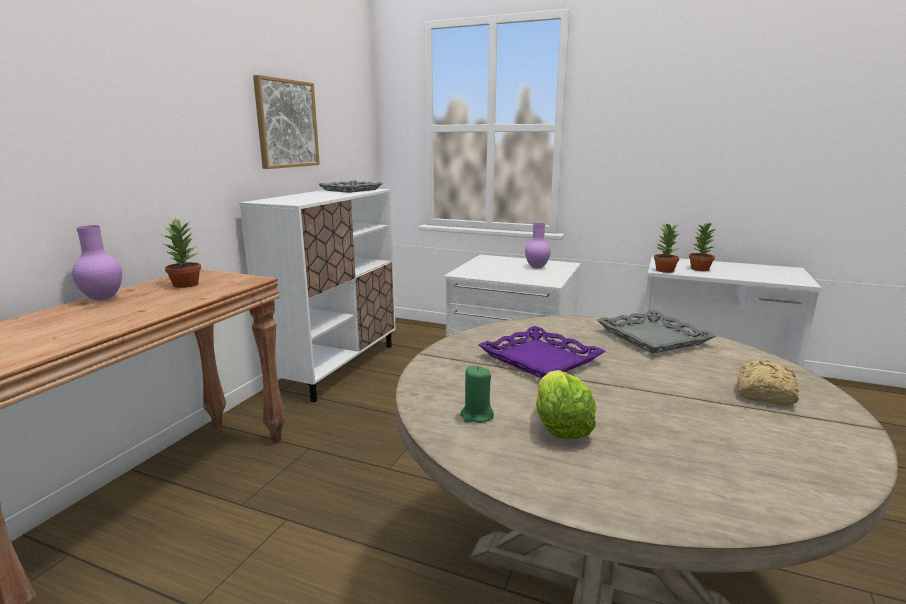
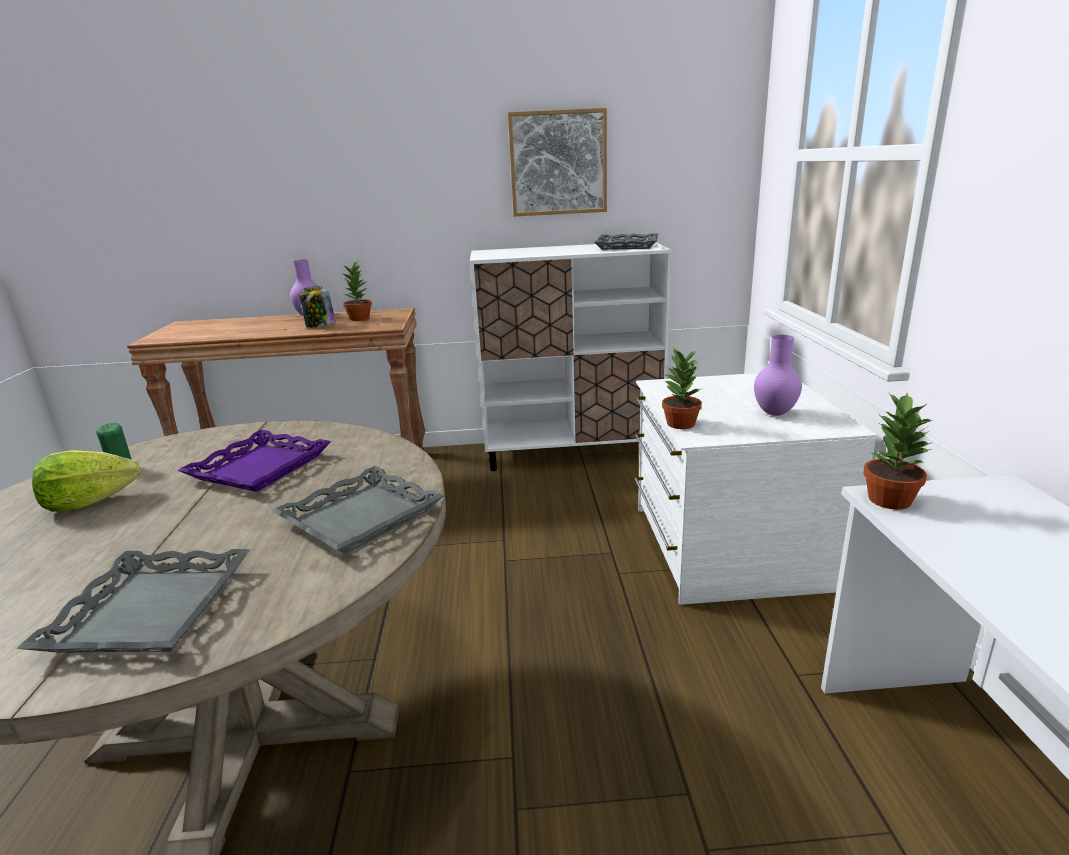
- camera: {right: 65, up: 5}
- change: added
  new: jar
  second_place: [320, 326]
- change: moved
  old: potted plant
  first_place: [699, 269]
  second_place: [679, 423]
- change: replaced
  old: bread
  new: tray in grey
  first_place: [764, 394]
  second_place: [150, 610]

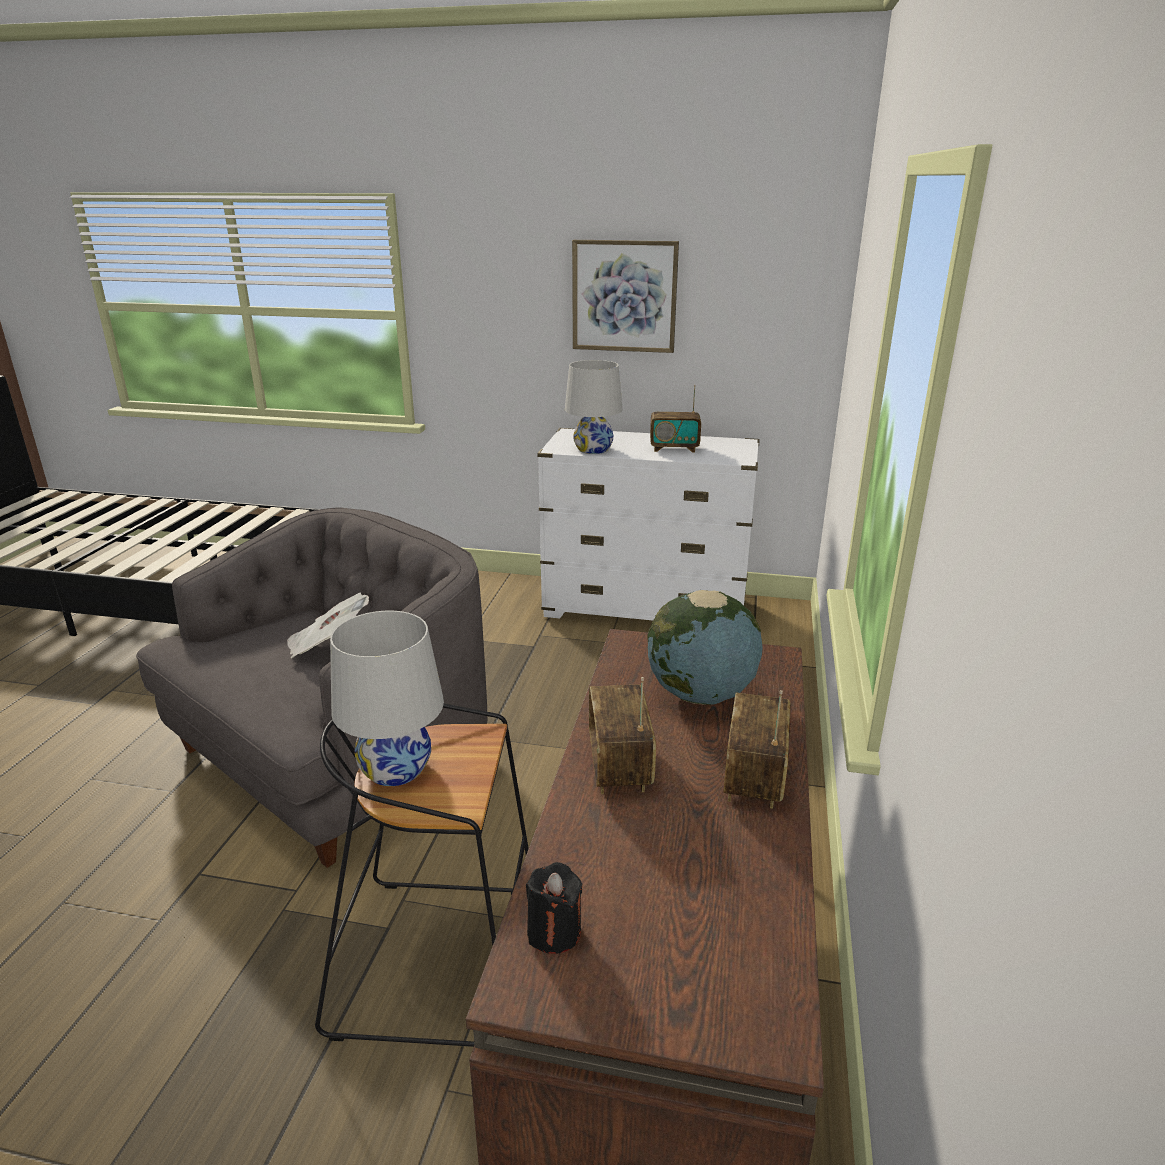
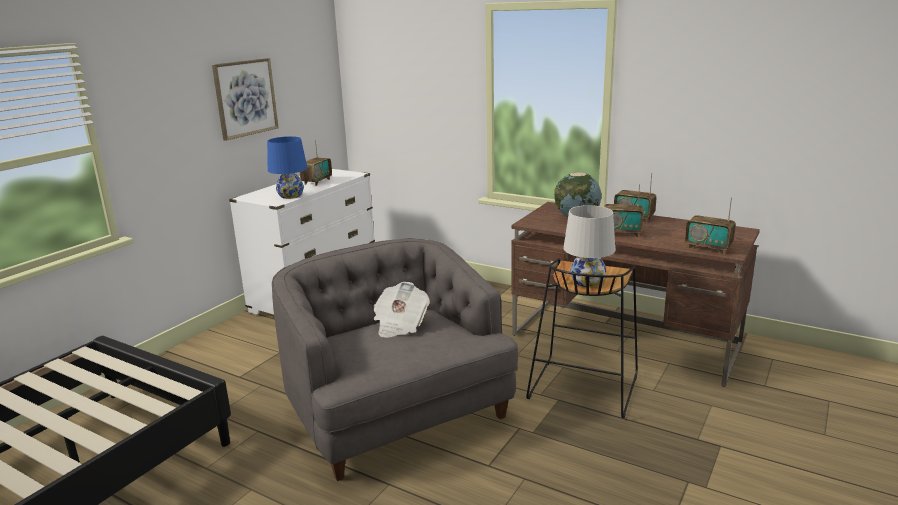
- camera: {right: -70, up: -5}
- change: replaced
  old: candle in black
  new: radio
  first_place: [554, 932]
  second_place: [708, 248]
- change: recoloured
  old: table lamp in white
  new: table lamp in blue
  first_place: [593, 449]
  second_place: [290, 196]

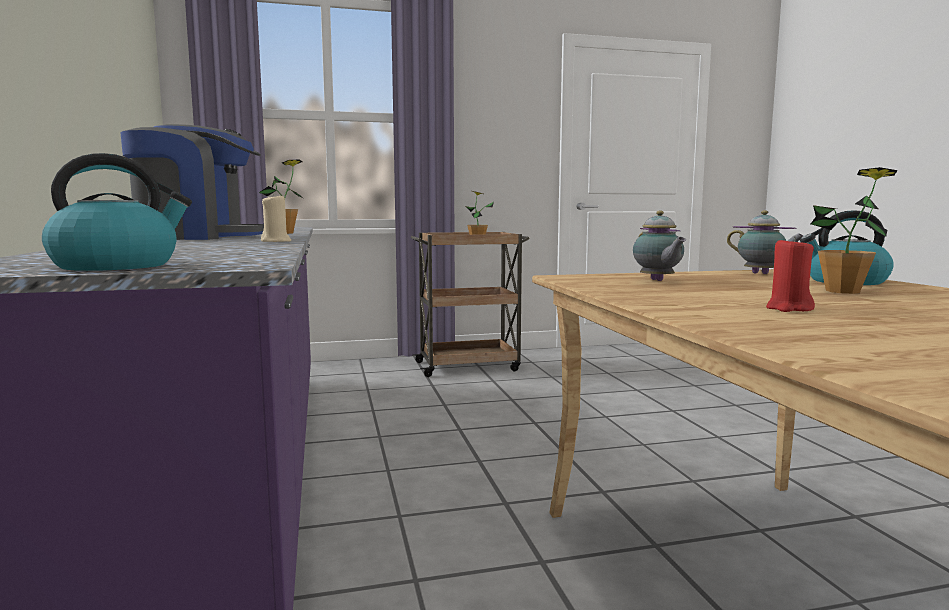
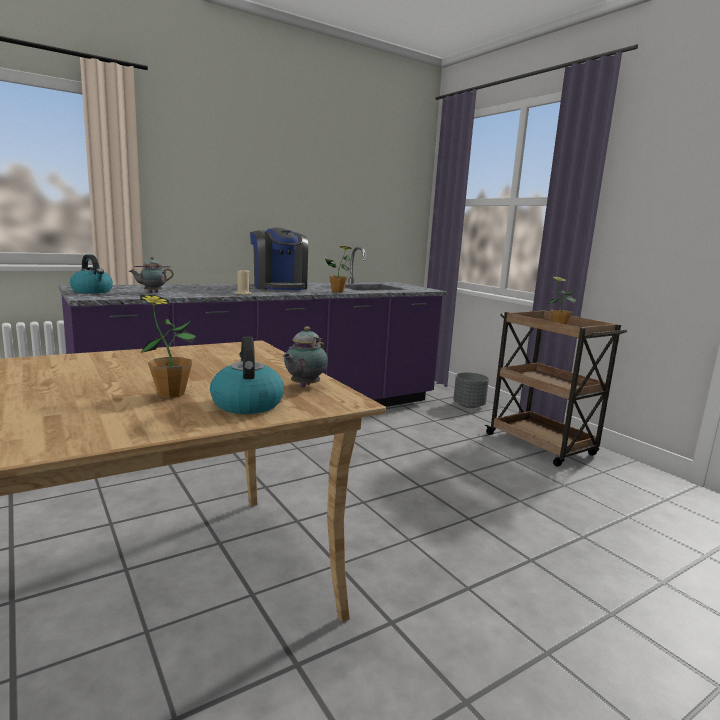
- camera: {right: 70, up: 5}
- change: removed
  old: candle in red
  first_place: [788, 308]
- change: added
  new: planter in grey
  second_place: [469, 406]
- change: moved
  old: teapot
  first_place: [657, 280]
  second_place: [152, 293]

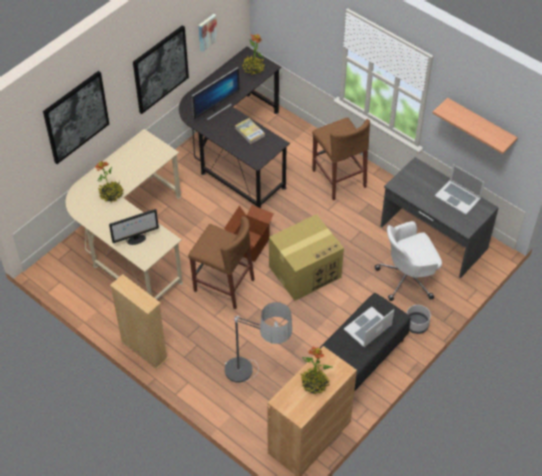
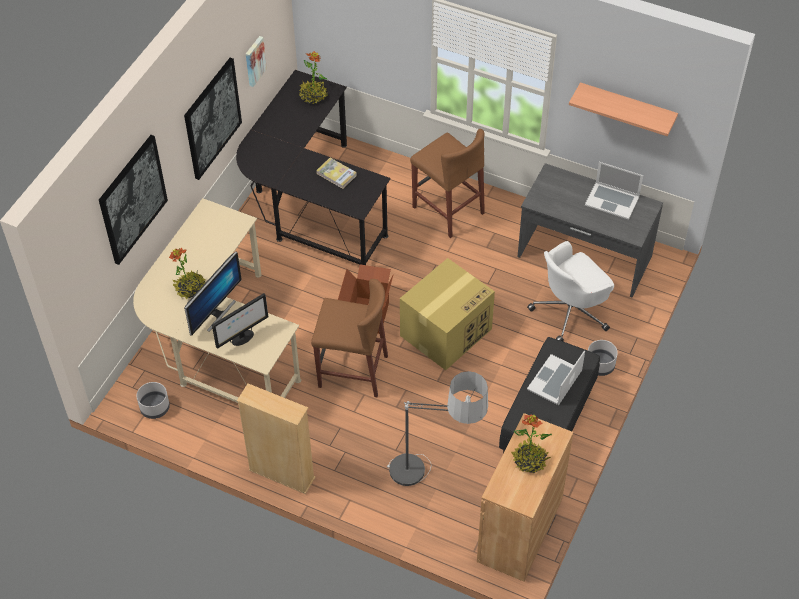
- camera: {right: -15, up: 0}
- change: added
  new: planter in grey
  second_place: [155, 407]
- change: moved
  old: monitor
  first_place: [216, 109]
  second_place: [216, 313]

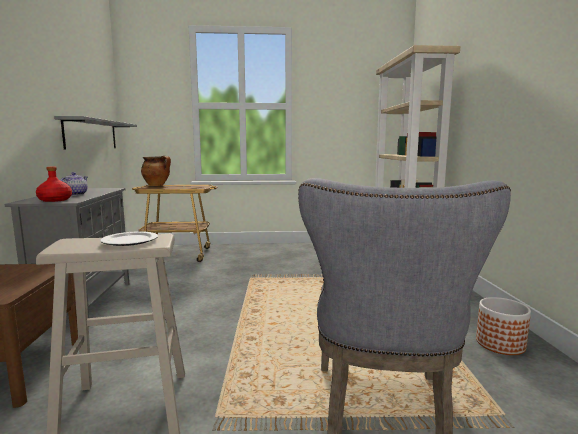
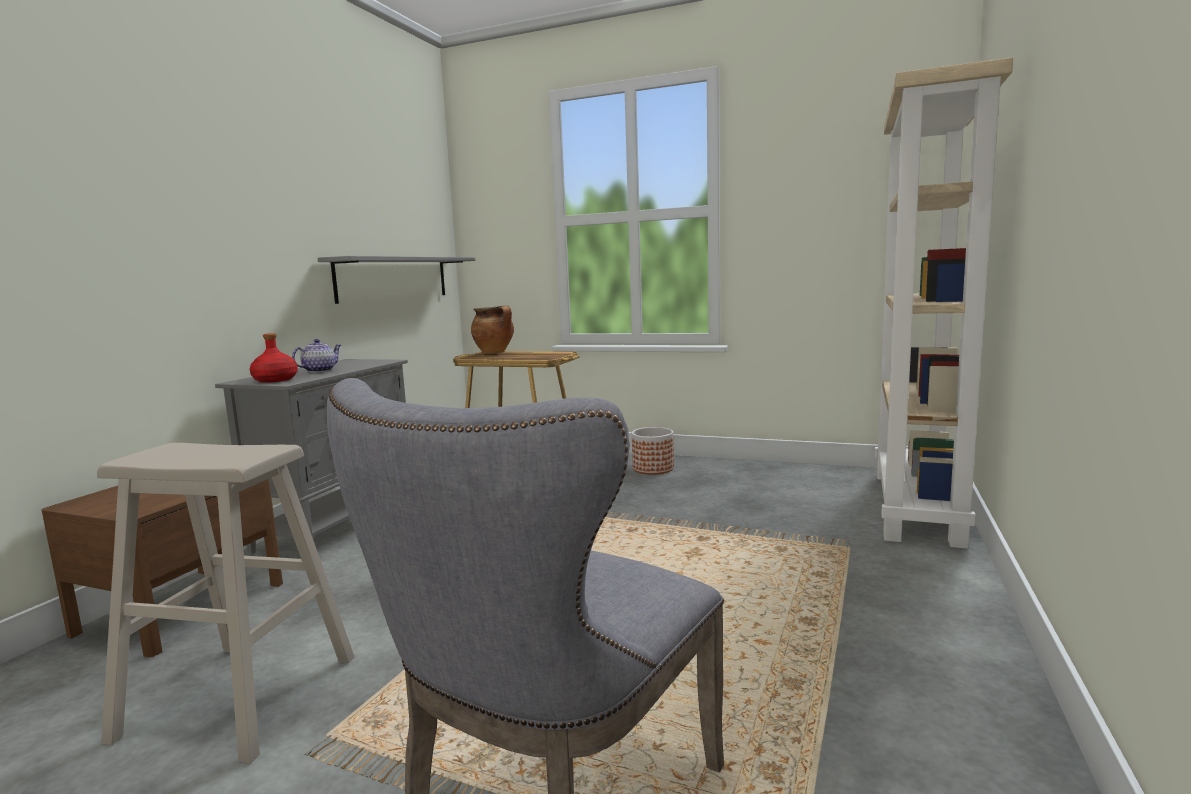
- camera: {right: 25, up: 0}
- change: removed
  old: plate
  first_place: [129, 241]
- change: moved
  old: planter
  first_place: [500, 344]
  second_place: [653, 468]

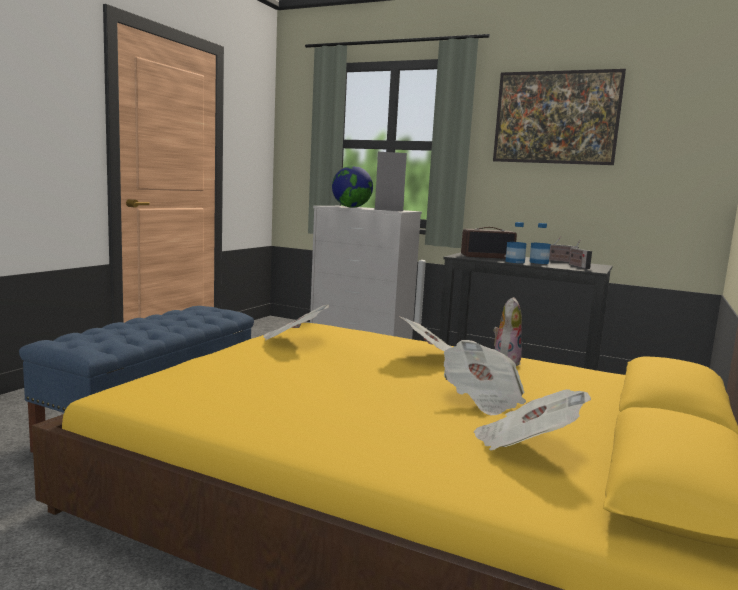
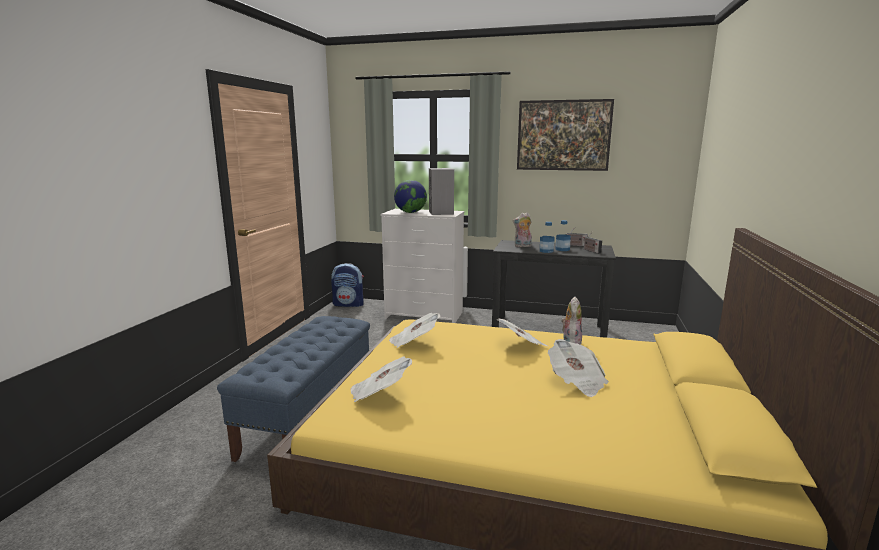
- camera: {right: -10, up: 5}
- change: added
  new: backpack
  second_place: [349, 304]
- change: moved
  old: newspaper
  first_place: [525, 445]
  second_place: [379, 394]
- change: replaced
  old: radio
  new: plush toy
  first_place: [487, 256]
  second_place: [522, 246]

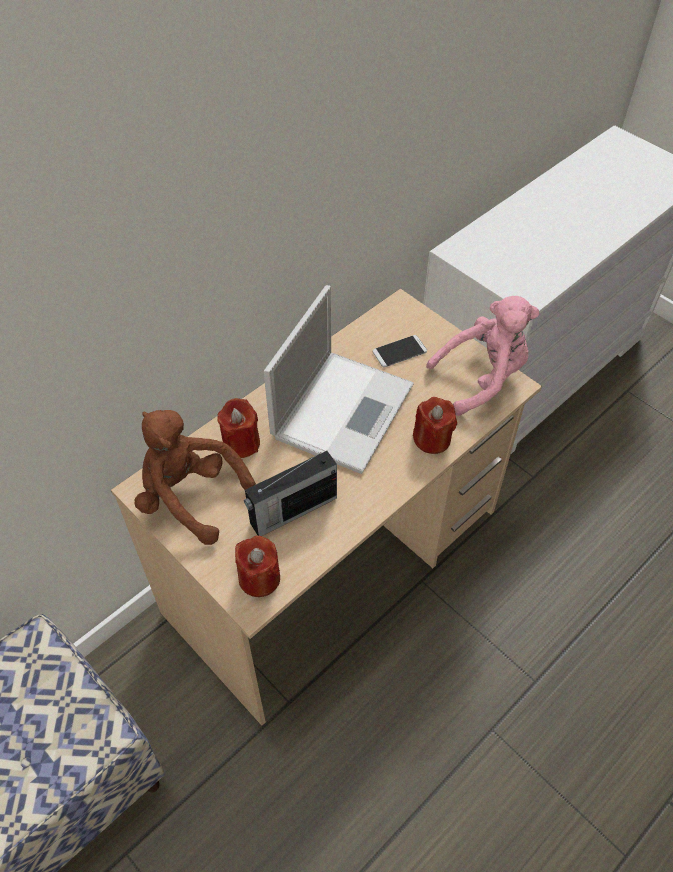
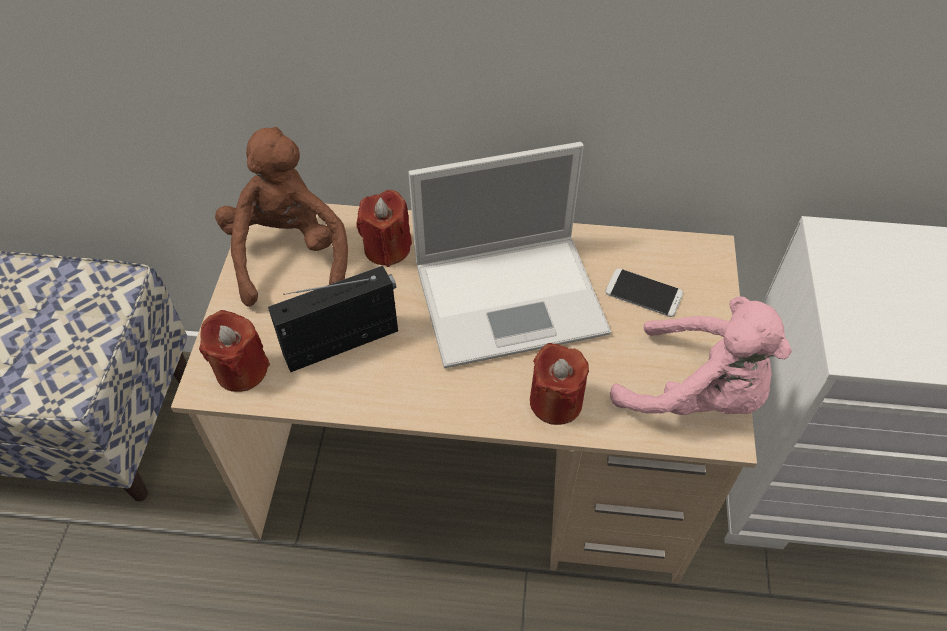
- camera: {right: 50, up: 0}
- change: turned
  old: radio
  first_place: [292, 511]
  second_place: [343, 342]
  degrees: 135

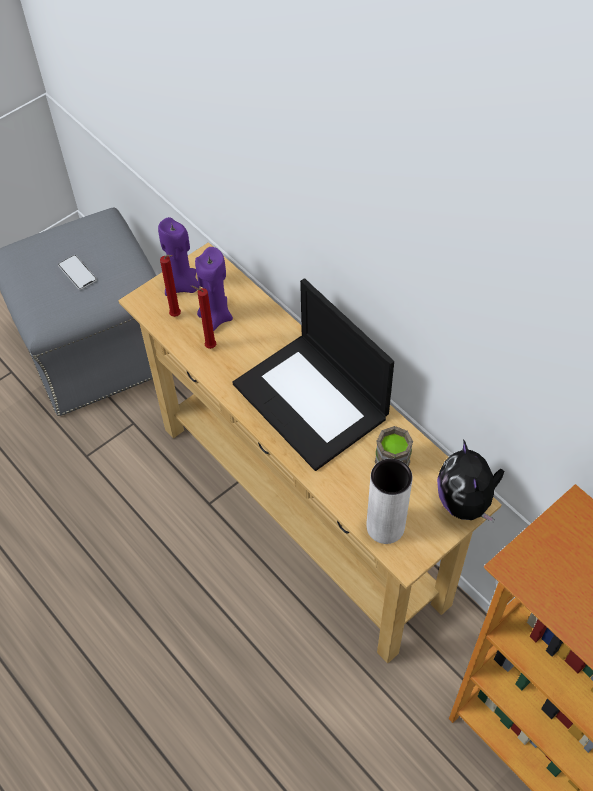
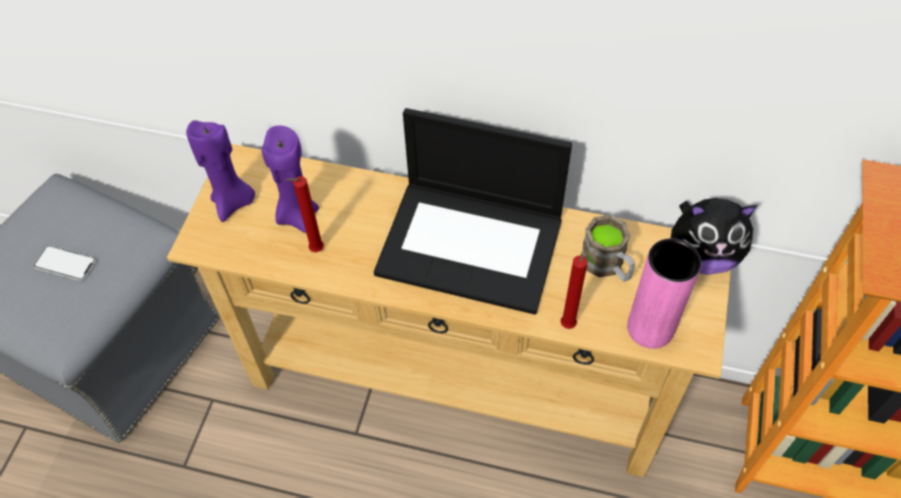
- camera: {right: -35, up: 0}
- change: moved
  old: candle in red
  first_place: [177, 316]
  second_place: [570, 324]
- change: recoloured
  old: vase in white
  new: vase in pink
  first_place: [385, 527]
  second_place: [650, 328]
- change: turned
  old: plush toy
  first_place: [466, 501]
  second_place: [701, 256]
  degrees: -45

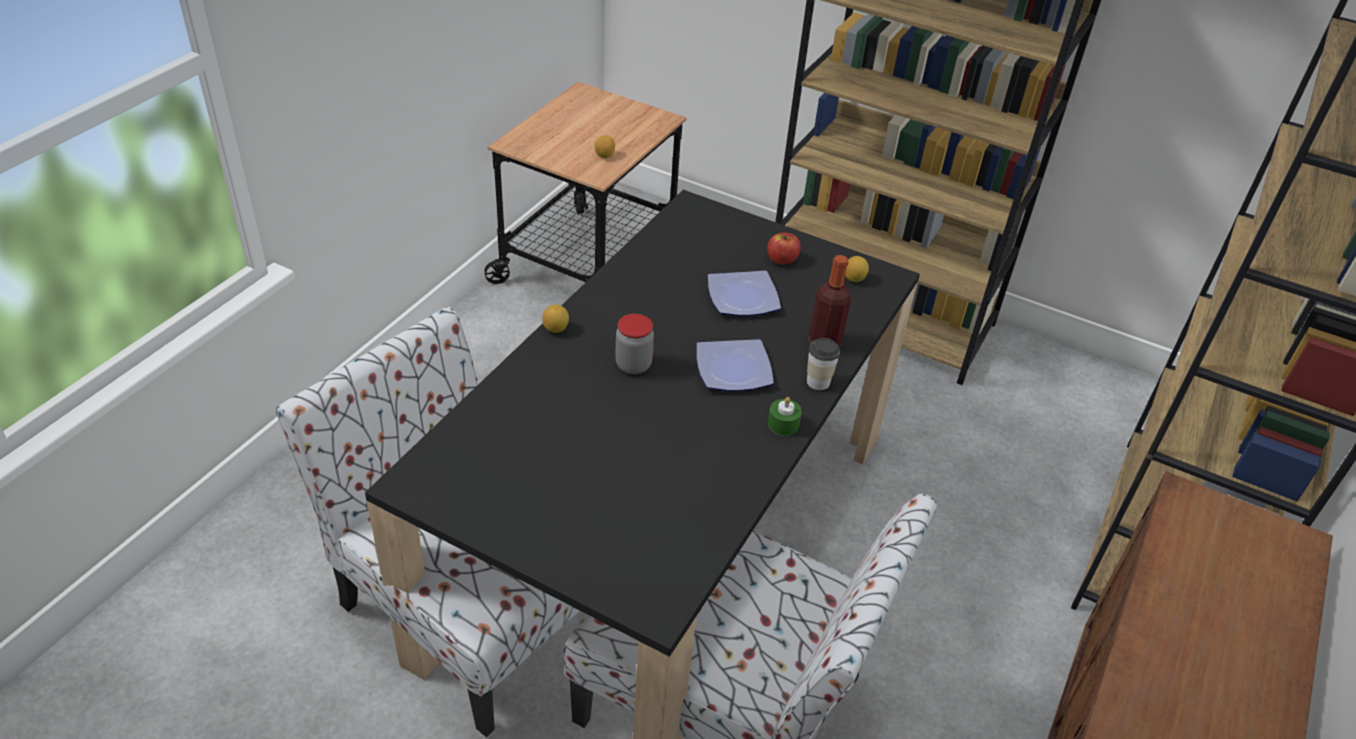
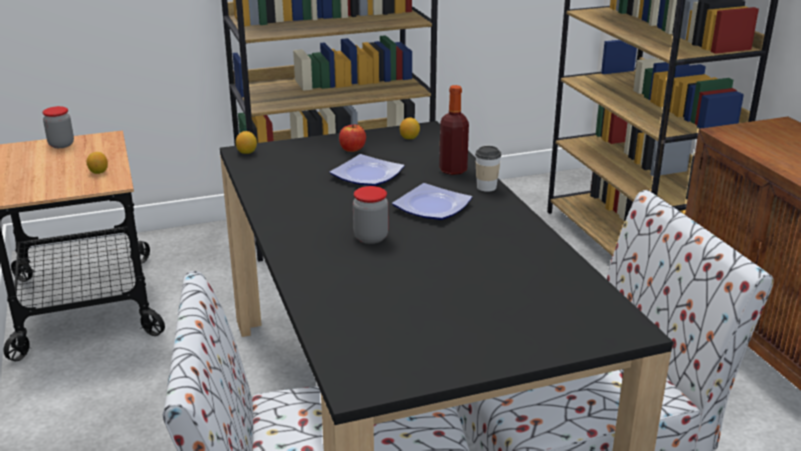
- camera: {right: -45, up: -15}
- change: removed
  old: candle in green
  first_place: [783, 424]
- change: added
  new: jar
  second_place: [61, 144]
- change: moved
  old: lemon
  first_place: [556, 329]
  second_place: [247, 152]

